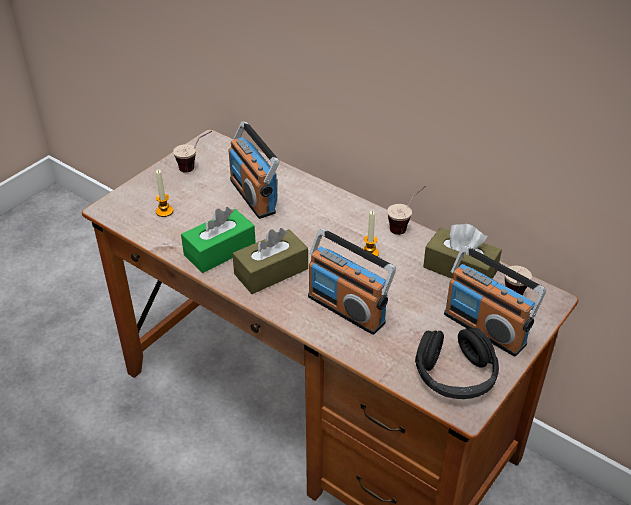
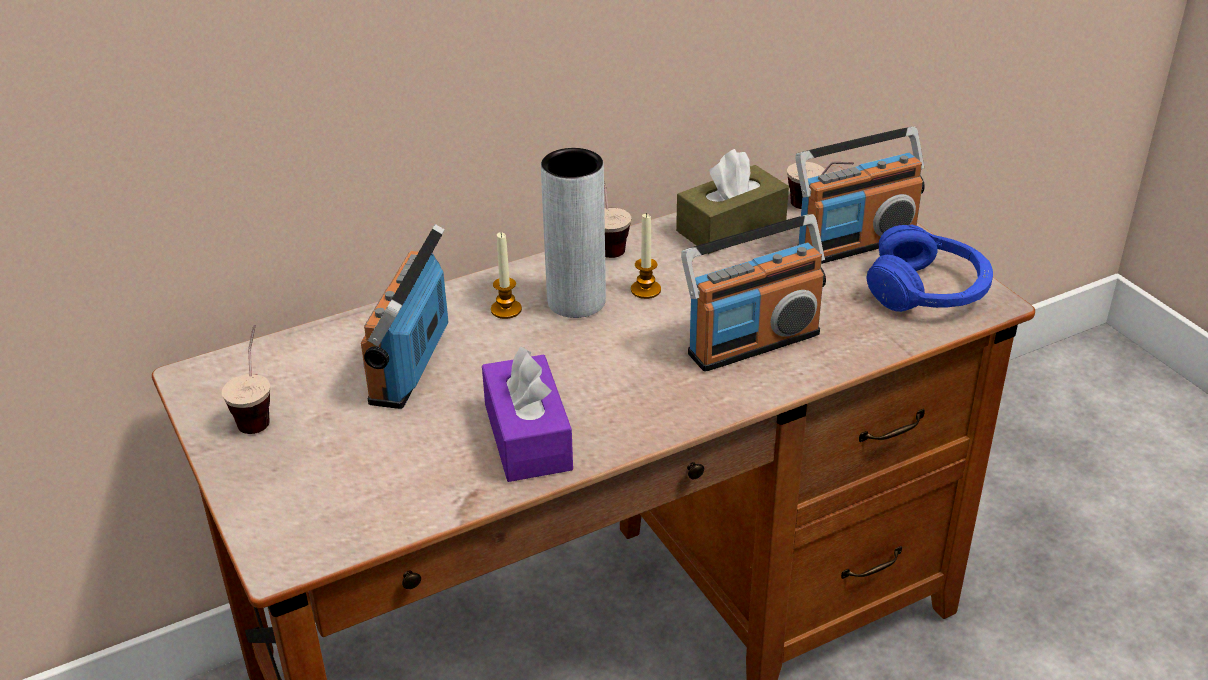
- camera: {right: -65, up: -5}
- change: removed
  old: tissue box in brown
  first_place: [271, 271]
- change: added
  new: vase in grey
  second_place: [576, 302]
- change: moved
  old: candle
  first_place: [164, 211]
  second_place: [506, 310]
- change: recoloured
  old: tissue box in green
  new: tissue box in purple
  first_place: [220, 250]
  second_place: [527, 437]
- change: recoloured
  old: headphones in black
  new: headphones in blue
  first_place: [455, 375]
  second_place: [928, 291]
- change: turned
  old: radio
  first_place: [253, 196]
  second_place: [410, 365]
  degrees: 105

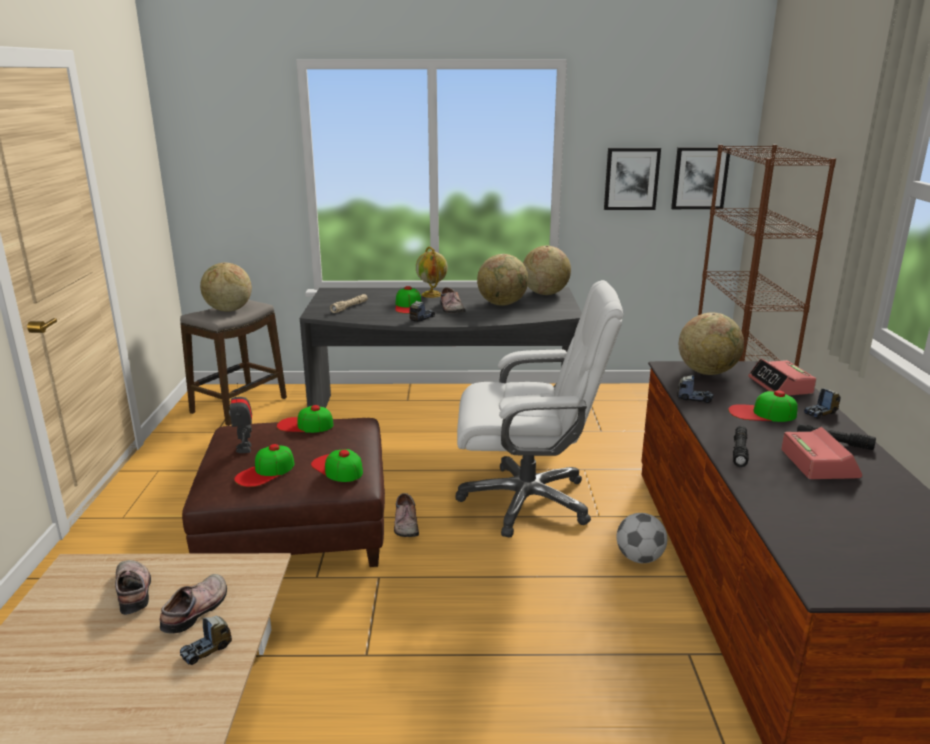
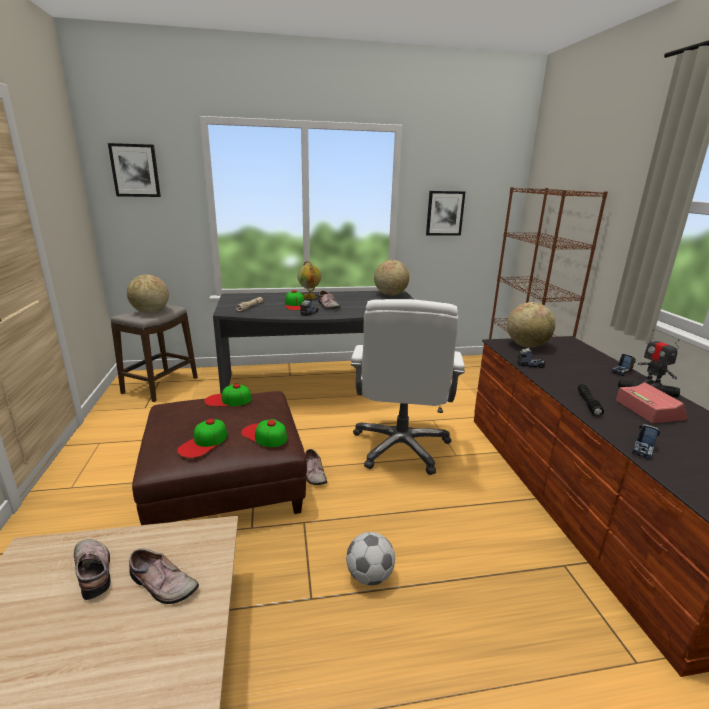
- camera: {right: -10, up: 0}
- change: removed
  old: globe
  first_place: [502, 304]
- change: removed
  old: cap
  first_place: [762, 413]
- change: removed
  old: alarm clock
  first_place: [780, 386]
- change: moved
  old: toy truck
  first_place: [207, 650]
  second_place: [643, 450]
- change: moved
  old: toy robot
  first_place: [245, 448]
  second_place: [652, 384]
- change: moved
  old: football
  first_place: [639, 558]
  second_place: [369, 576]
- change: moved
  old: picture
  first_place: [699, 178]
  second_place: [135, 170]
- change: turned
  old: shoe
  first_place: [198, 610]
  second_place: [161, 585]
  degrees: 105
- change: turned
  old: office chair in white
  first_place: [528, 500]
  second_place: [401, 447]
  degrees: 105

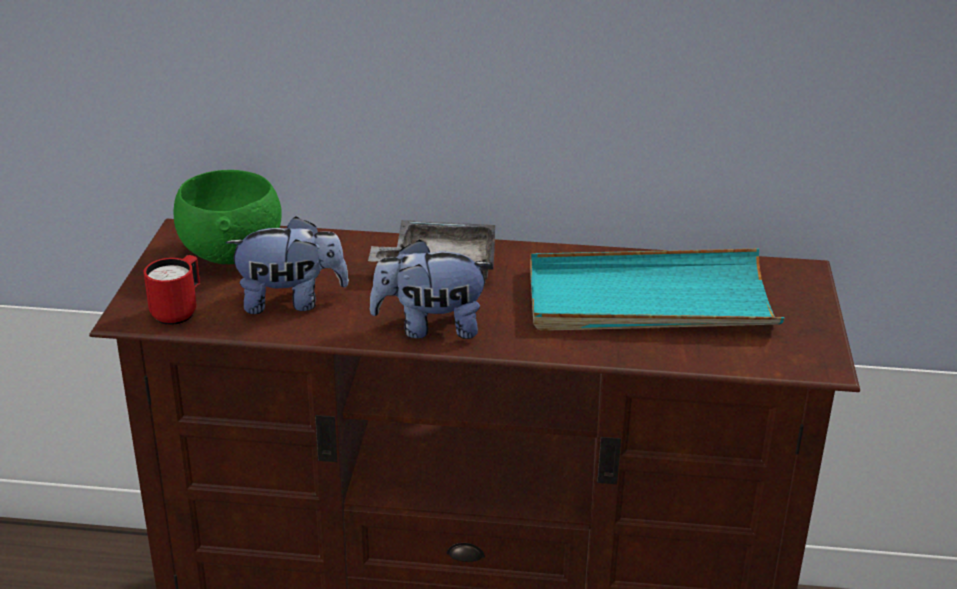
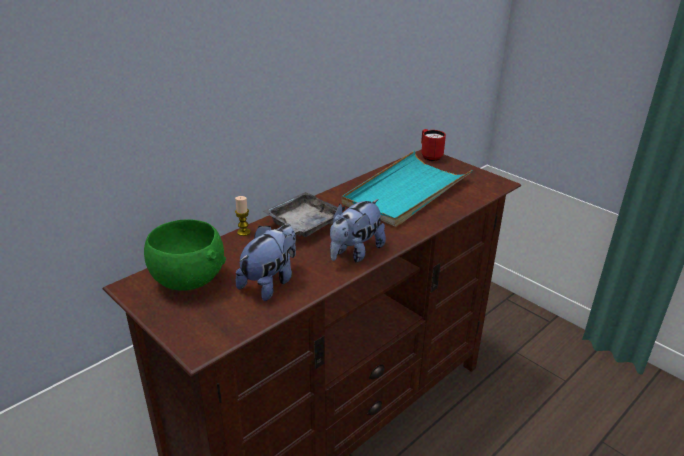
- camera: {right: -50, up: 0}
- change: added
  new: candle
  second_place: [243, 232]
- change: moved
  old: mug in red
  first_place: [179, 312]
  second_place: [430, 156]

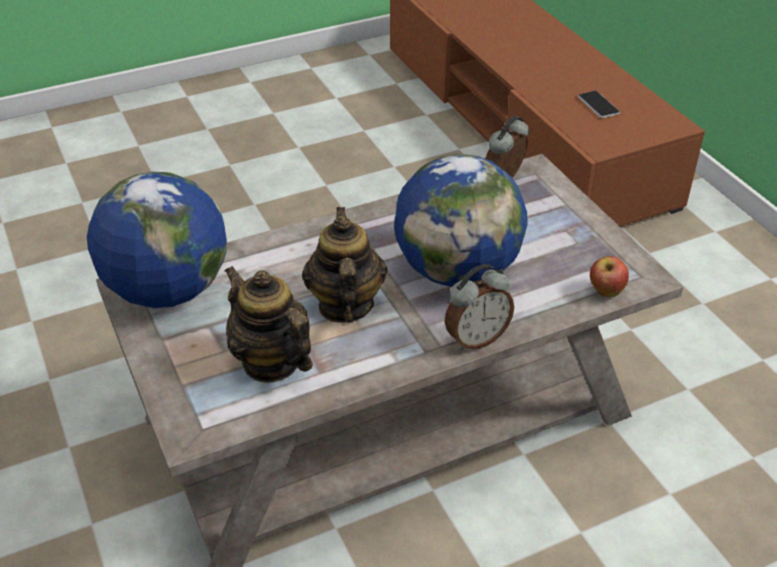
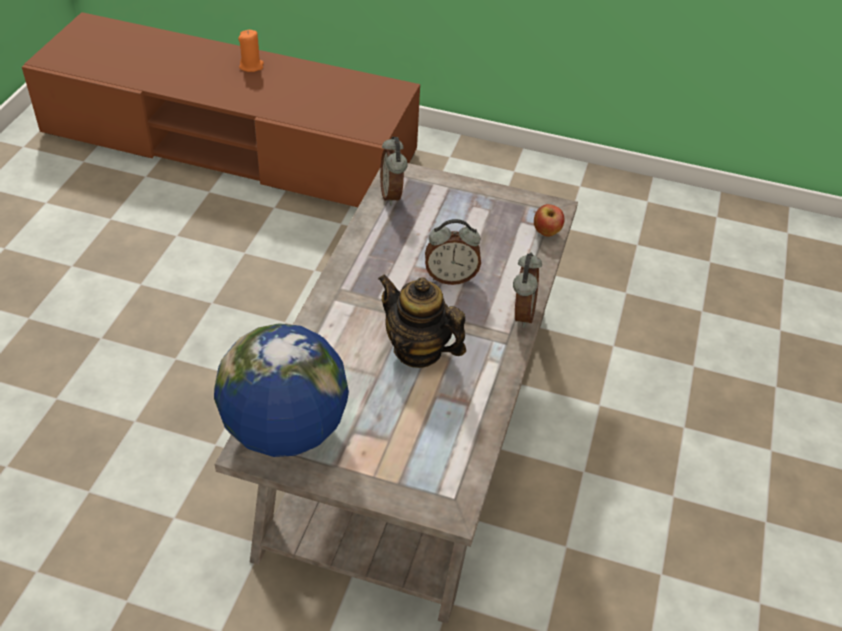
- camera: {right: -50, up: 5}
- change: removed
  old: teapot
  first_place: [271, 362]
- change: removed
  old: phone
  first_place: [598, 105]
- change: added
  new: candle in orange
  second_place: [251, 66]
- change: replaced
  old: globe
  new: alarm clock
  first_place: [457, 271]
  second_place: [451, 277]

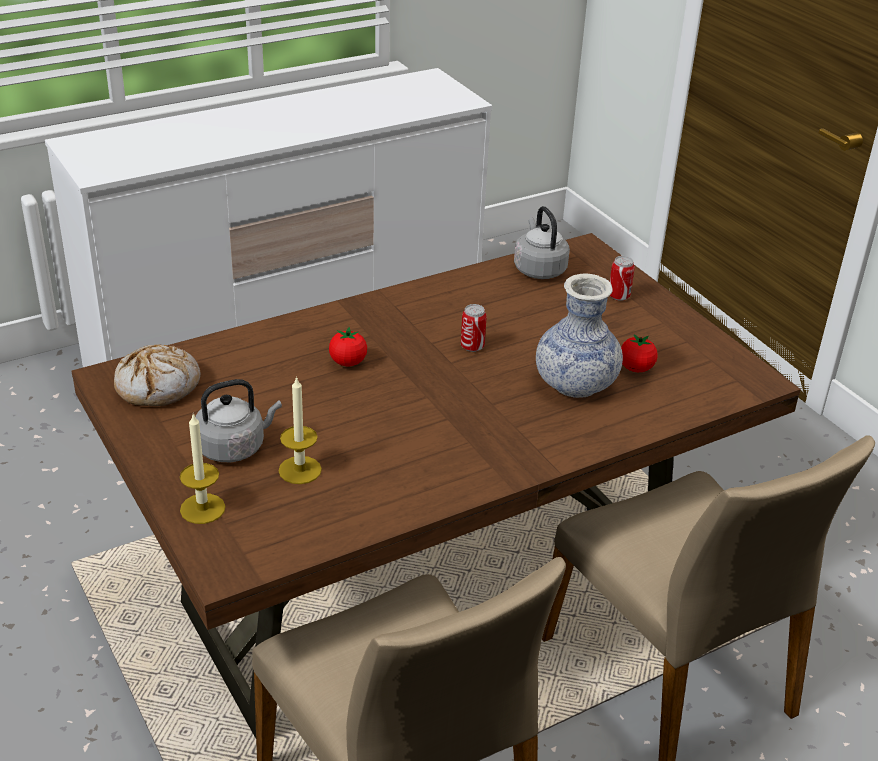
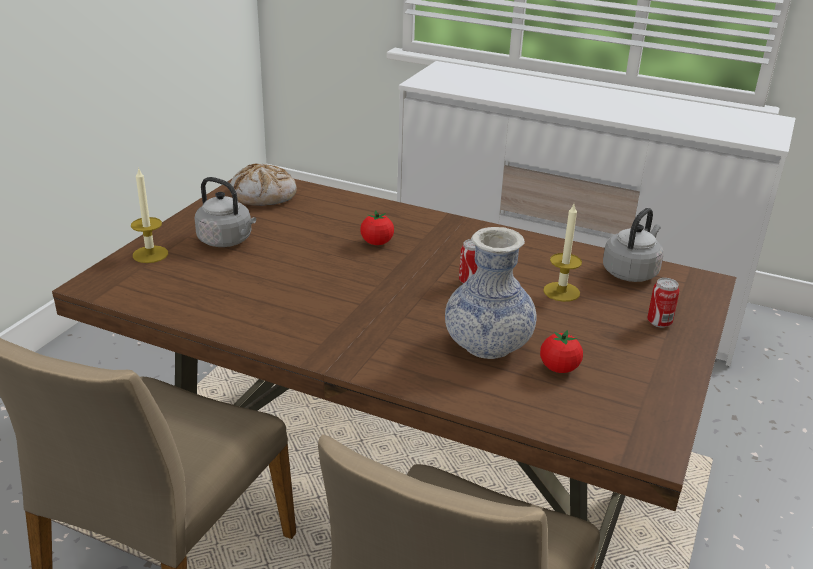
- camera: {right: 55, up: -5}
- change: moved
  old: candle
  first_place: [300, 470]
  second_place: [561, 292]

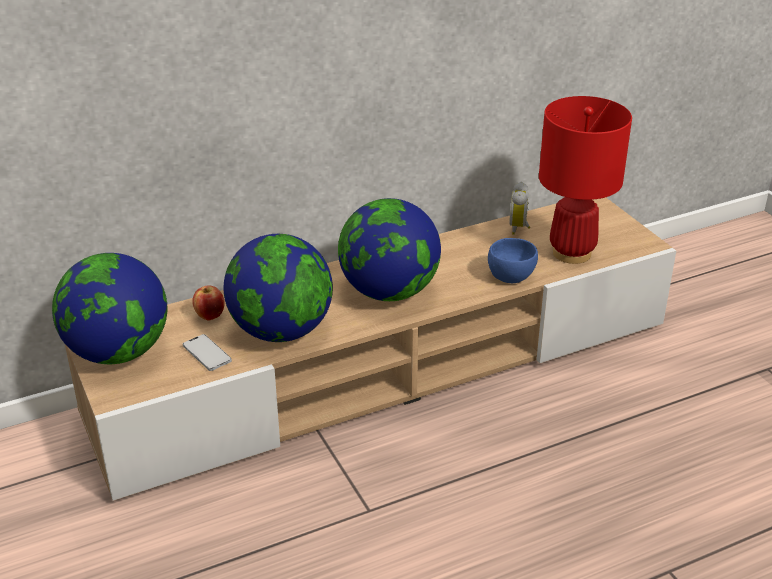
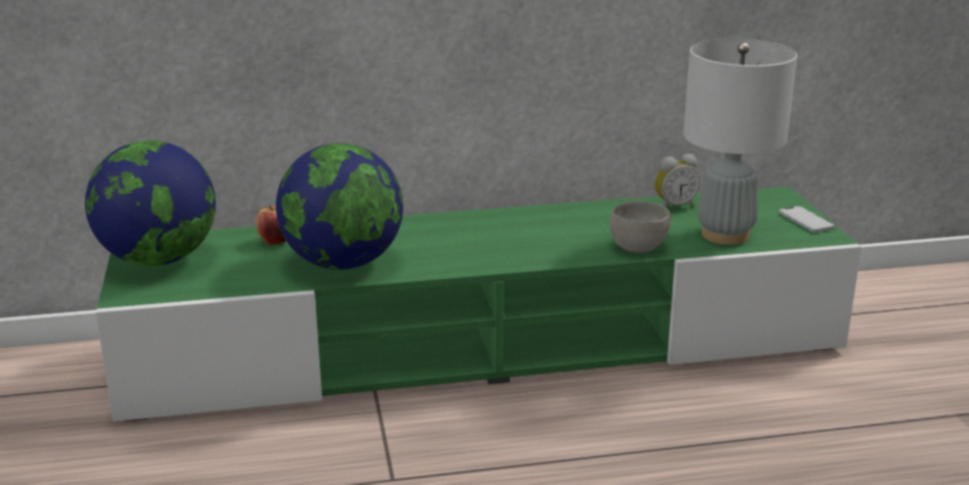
- camera: {right: 15, up: -10}
- change: removed
  old: globe
  first_place: [389, 292]
- change: moved
  old: phone
  first_place: [207, 353]
  second_place: [806, 220]
- change: recoloured
  old: tv stand in beige
  new: tv stand in green
  first_place: [387, 368]
  second_place: [486, 347]
- change: recoloured
  old: bowl in blue
  new: bowl in grey
  first_place: [510, 276]
  second_place: [637, 246]
- change: recoloured
  old: table lamp in red
  new: table lamp in grey
  first_place: [571, 253]
  second_place: [725, 234]
- change: turned
  old: alarm clock
  first_place: [519, 227]
  second_place: [673, 206]
  degrees: -135

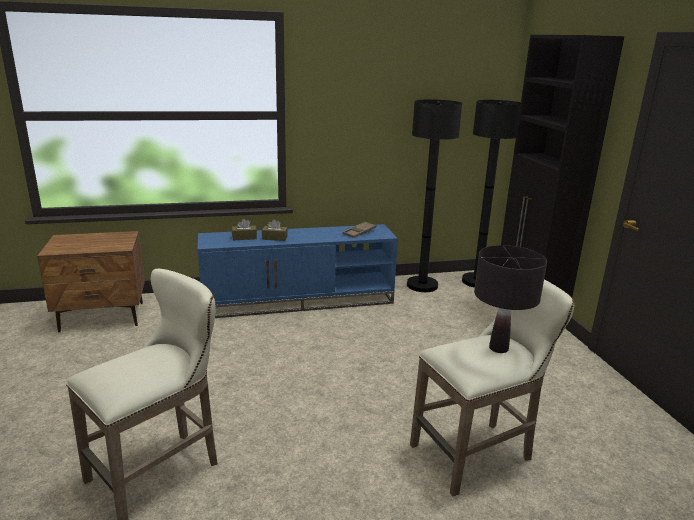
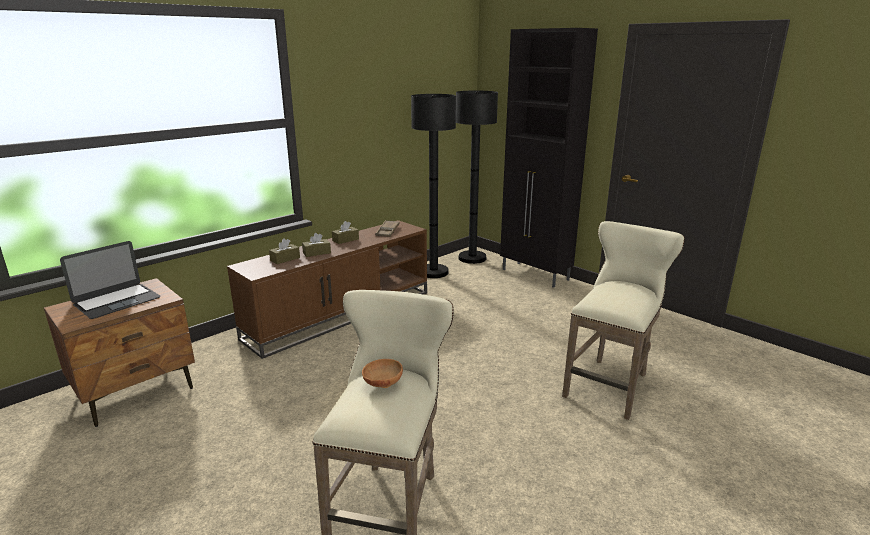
- camera: {right: -30, up: 0}
- change: removed
  old: table lamp in black
  first_place: [499, 348]
- change: added
  new: laptop
  second_place: [117, 301]
- change: added
  new: tissue box in brown
  second_place: [345, 240]
- change: added
  new: bowl in brown
  second_place: [382, 384]
- change: recoloured
  old: tv stand in blue
  new: tv stand in brown
  first_place: [299, 300]
  second_place: [341, 314]

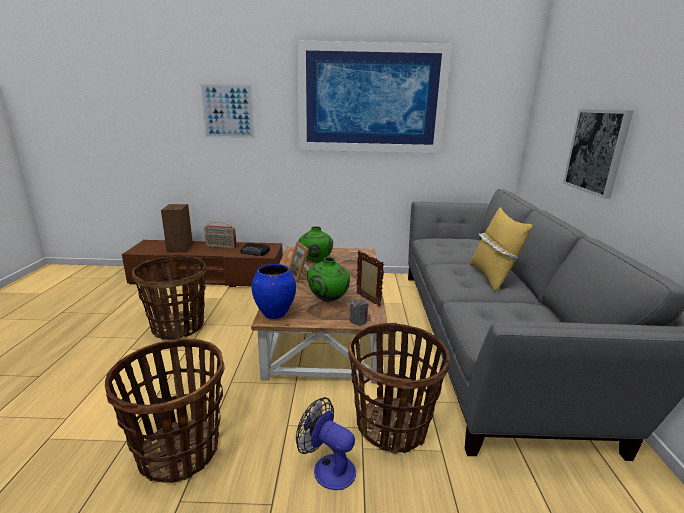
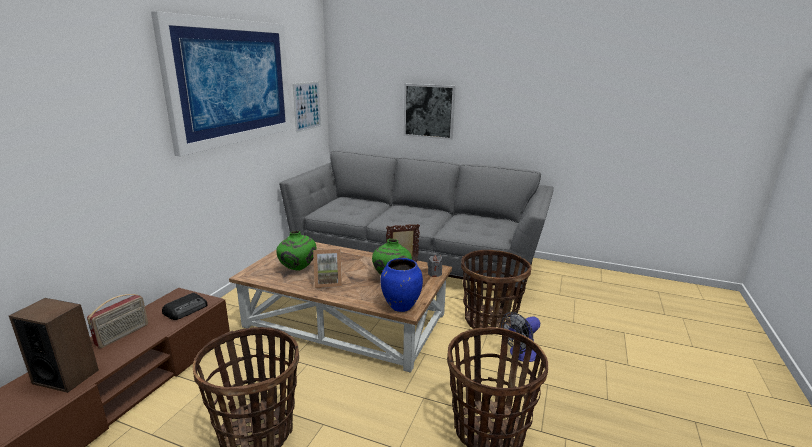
- camera: {right: -70, up: 0}
- change: removed
  old: pillow in yellow
  first_place: [492, 277]
- change: moved
  old: picture
  first_place: [228, 111]
  second_place: [307, 106]

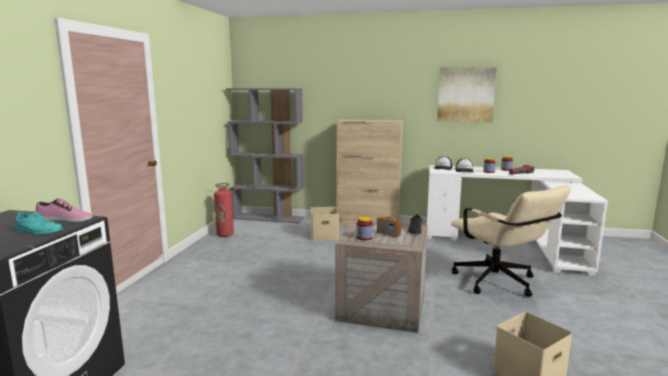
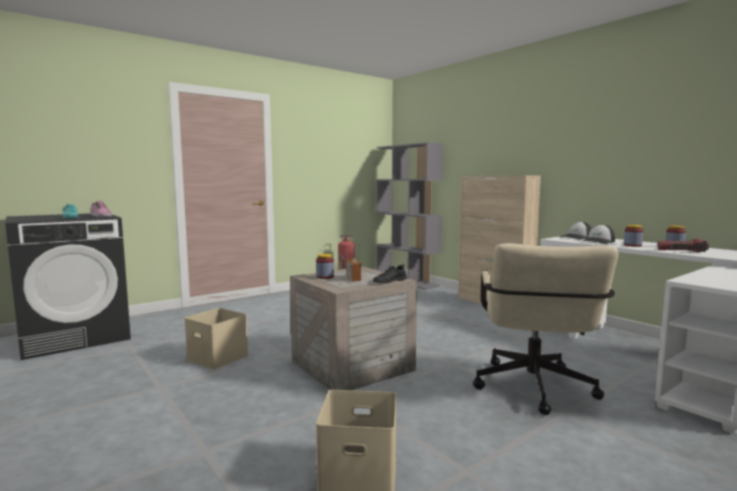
- camera: {right: 40, up: -5}
- change: removed
  old: picture
  first_place: [465, 94]
- change: moved
  old: storage box in beige
  first_place: [325, 235]
  second_place: [219, 357]

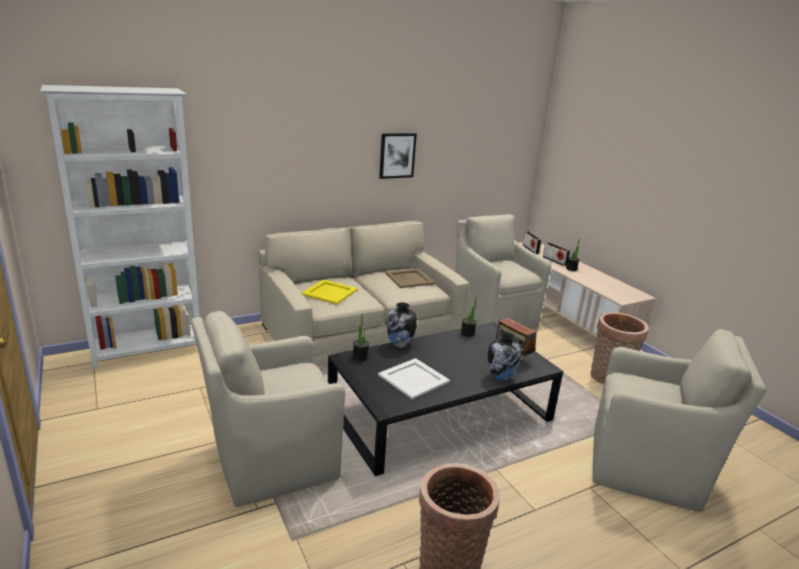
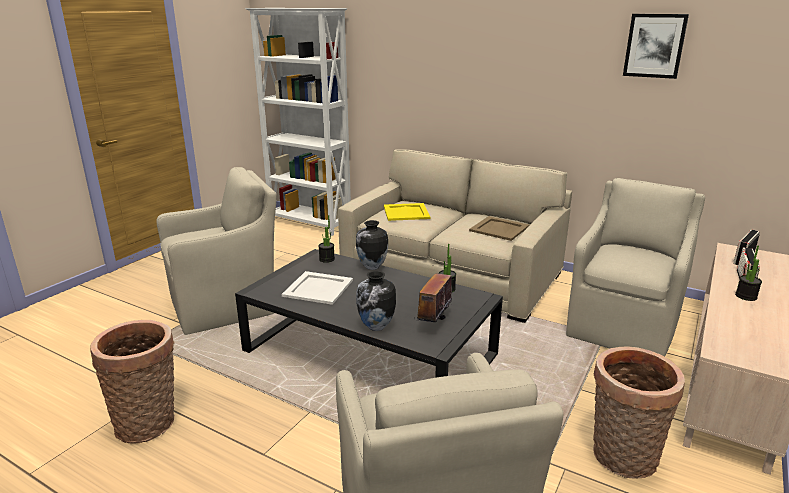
- camera: {right: 60, up: 0}
- change: moved
  old: picture
  first_place: [397, 155]
  second_place: [654, 46]
- change: turned
  old: armchair in beige
  first_place: [270, 461]
  second_place: [226, 305]
  degrees: 120

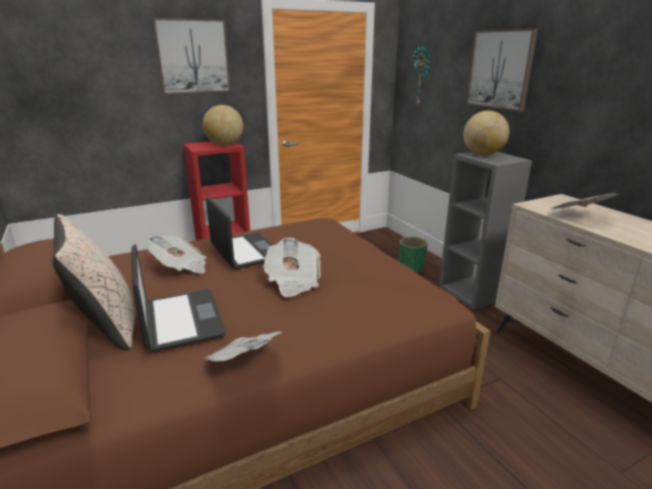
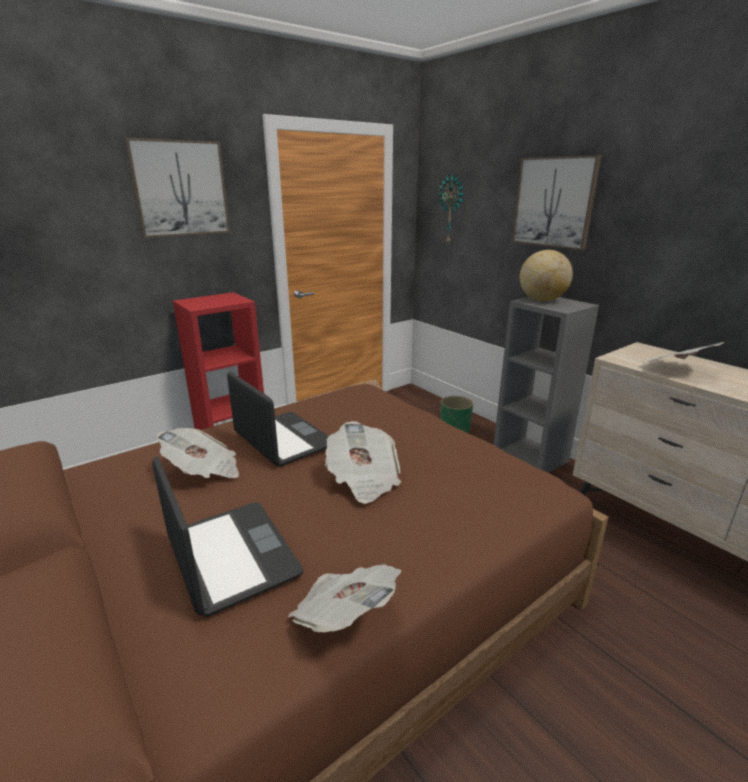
- camera: {right: -10, up: 0}
- change: removed
  old: pillow in beige
  first_place: [106, 325]
- change: removed
  old: globe
  first_place: [224, 145]

